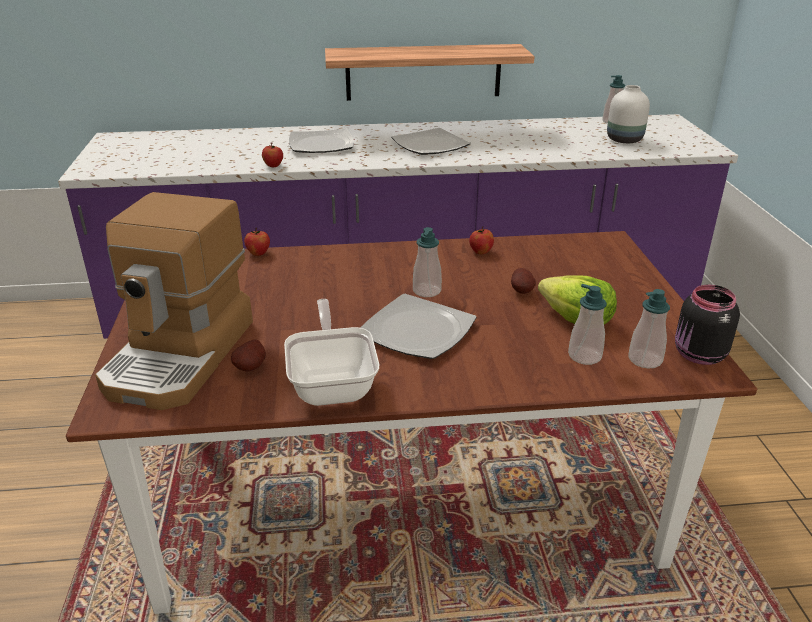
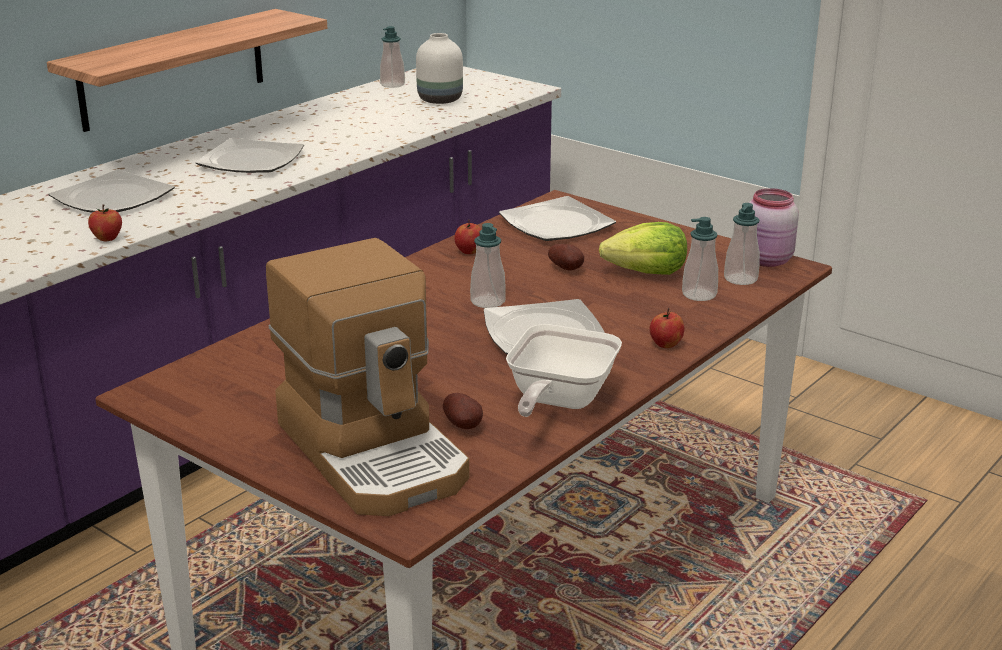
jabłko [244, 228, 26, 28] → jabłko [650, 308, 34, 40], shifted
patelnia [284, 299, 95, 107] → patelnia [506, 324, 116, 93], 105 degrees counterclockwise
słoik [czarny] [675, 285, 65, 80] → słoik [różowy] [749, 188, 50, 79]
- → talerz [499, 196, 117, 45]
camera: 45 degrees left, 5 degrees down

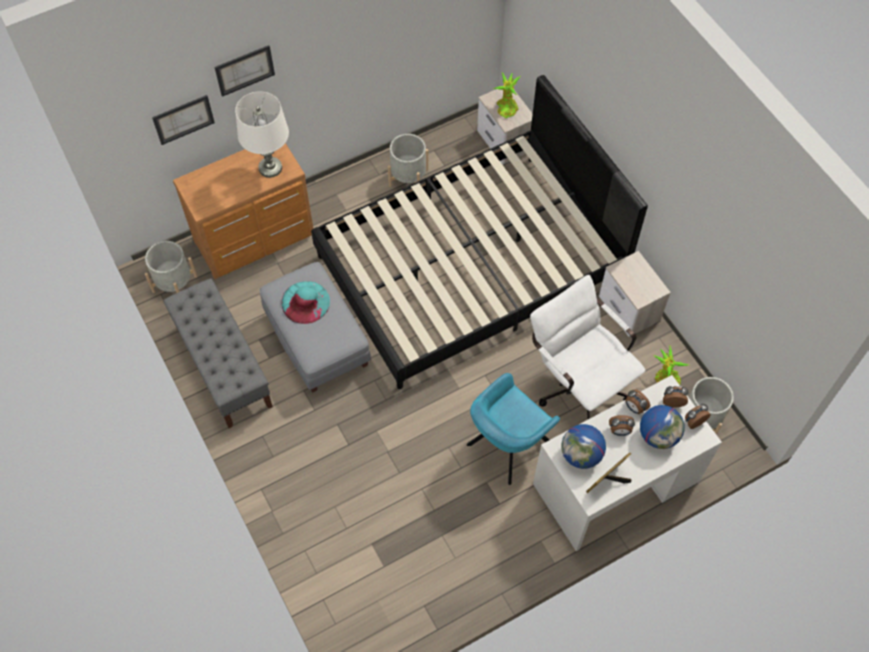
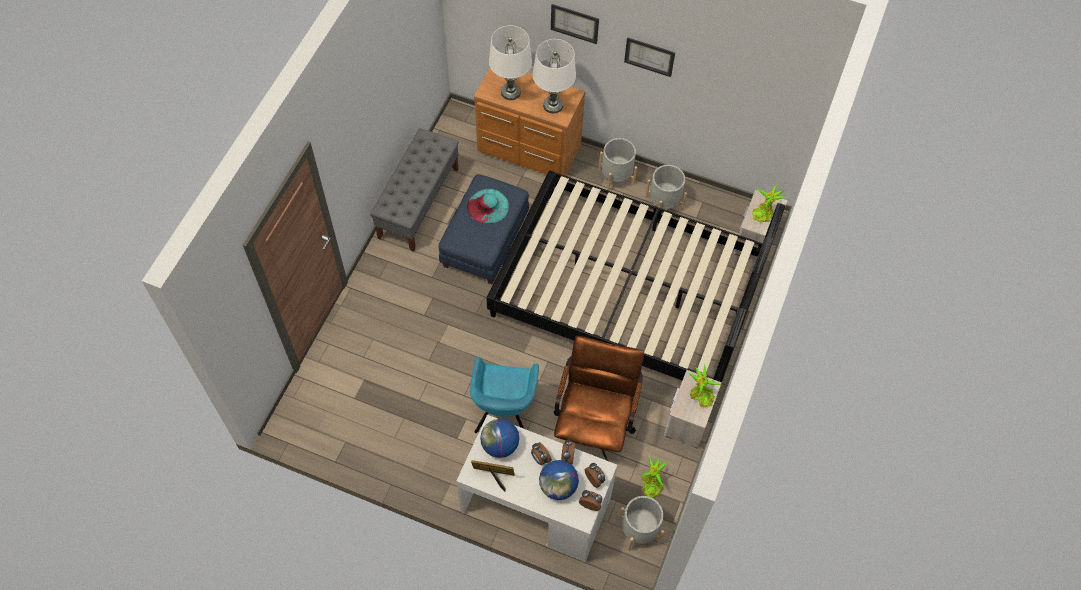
donica [szary] [145, 241, 53, 52] → donica [szary] [598, 138, 39, 53], shifted
obraz [152, 95, 63, 50] → obraz [624, 37, 51, 40], shifted
pufa [szary] [259, 262, 112, 131] → pufa [niebieski] [439, 174, 90, 110]
fotel [turkusowy] [467, 373, 93, 112] → fotel [turkusowy] [470, 357, 69, 76], 90 degrees counterclockwise
krzesło biurowe [biały] [530, 275, 115, 144] → krzesło biurowe [brązowy] [554, 336, 90, 125]
- → lampa stołowa [biały] [489, 25, 43, 75]
- → roślina doniczkowa [688, 364, 34, 43]
camera: 50 degrees right, 0 degrees up

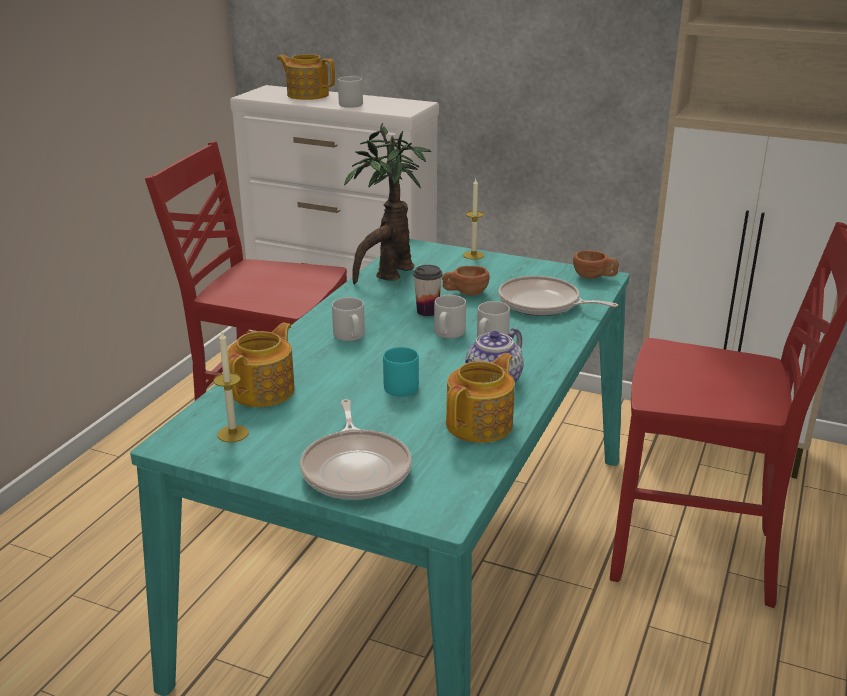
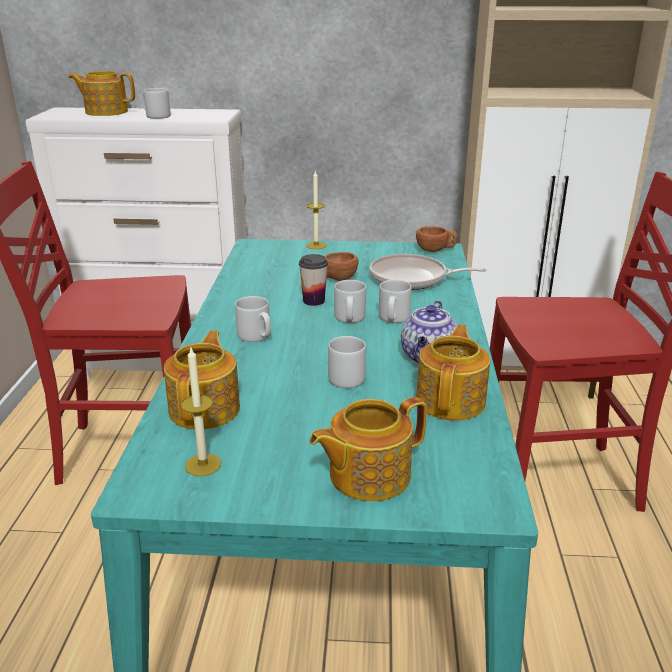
patelnia [300, 399, 112, 101] → imbryk [309, 397, 118, 104]
roślina doniczkowa [344, 123, 87, 161] → -
kubek [turkusowy] [383, 347, 36, 49] → kubek [szary] [328, 336, 38, 52]
camera: 20 degrees left, 0 degrees up

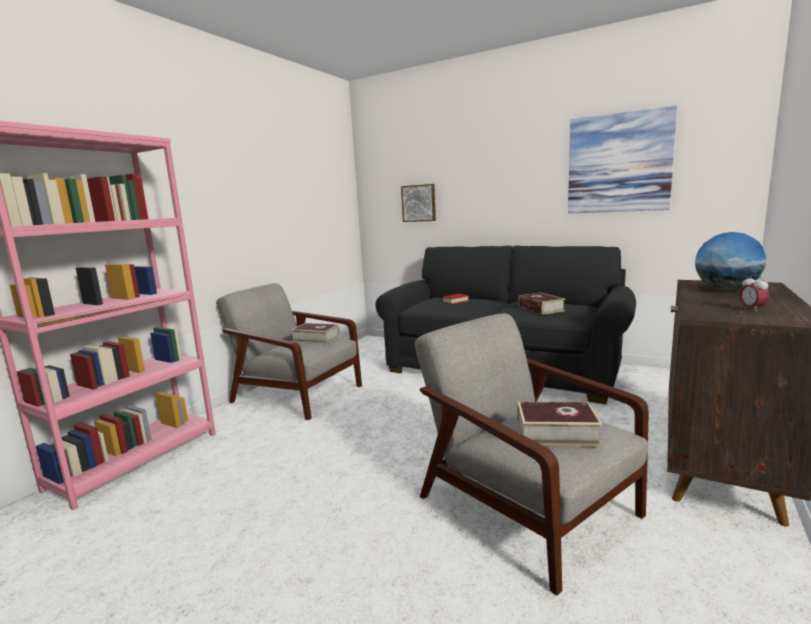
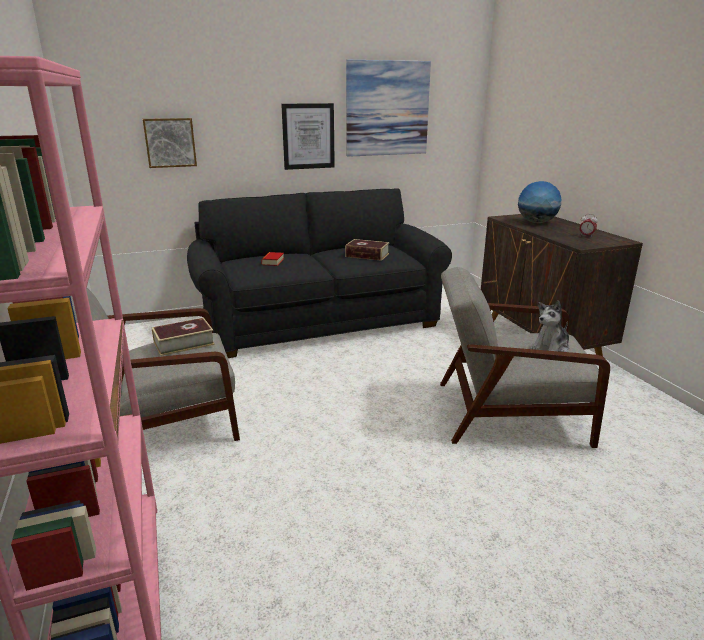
książka [517, 402, 85, 44] → pluszak [531, 301, 38, 51]
- → obraz [281, 103, 54, 67]
camera: 50 degrees left, 10 degrees up

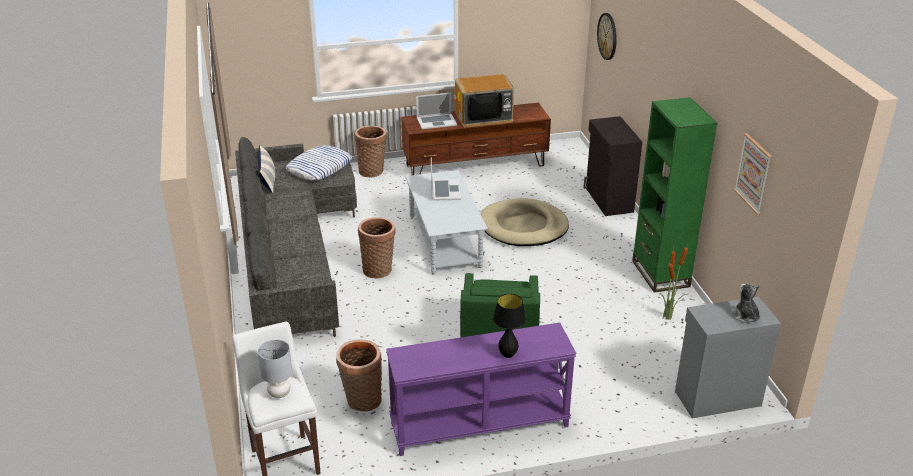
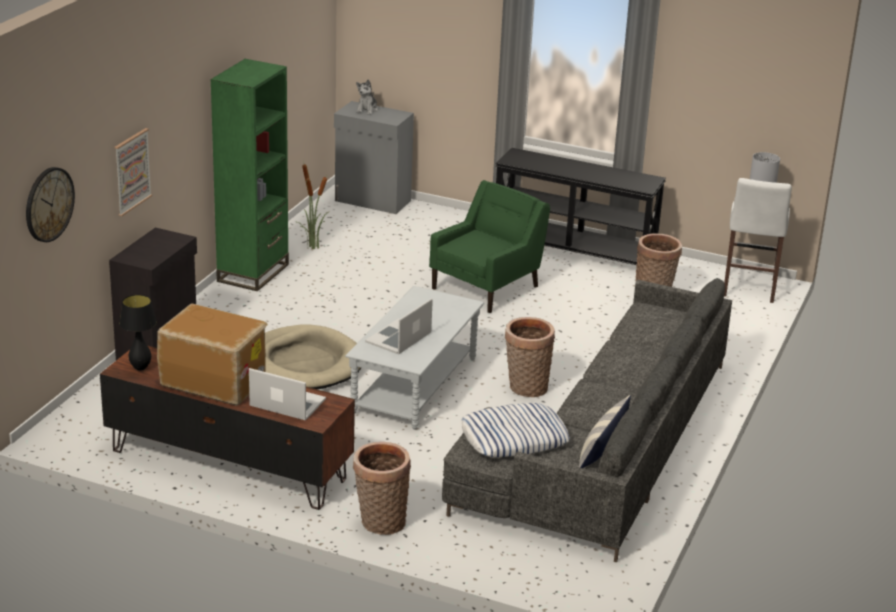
stolik konsolowy [fioletowy] [386, 323, 191, 133] → stolik konsolowy [czarny] [496, 148, 170, 117]
lampa stołowa [czarny] [493, 294, 33, 64] → lampa stołowa [czarny] [119, 295, 38, 76], shifted
obraz [734, 133, 38, 81] → obraz [114, 128, 38, 88], shifted
camera: 145 degrees left, 5 degrees down

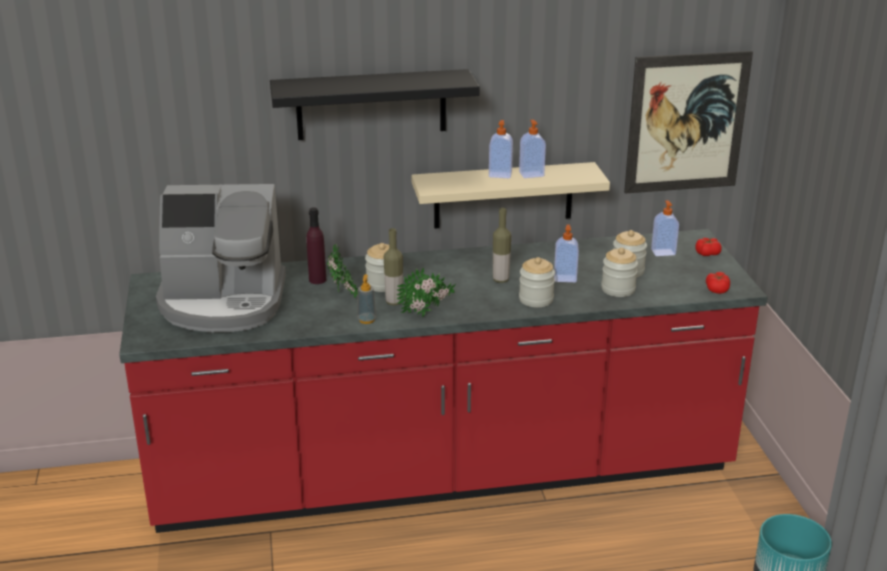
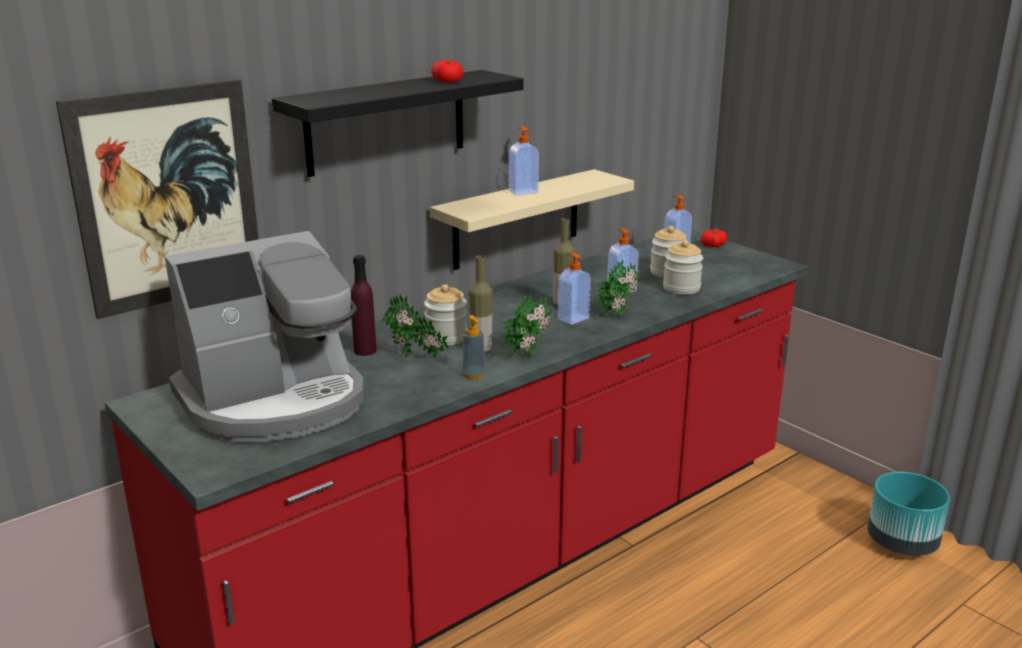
dozownik mydła [519, 120, 27, 58] → dozownik mydła [558, 253, 33, 72], shifted
słoik [519, 257, 36, 50] → roślina doniczkowa [596, 260, 42, 57]
obraz [624, 51, 129, 143] → obraz [56, 79, 203, 240], shifted
pomidor [706, 272, 24, 22] → pomidor [431, 59, 32, 23], shifted
camera: 30 degrees left, 5 degrees down

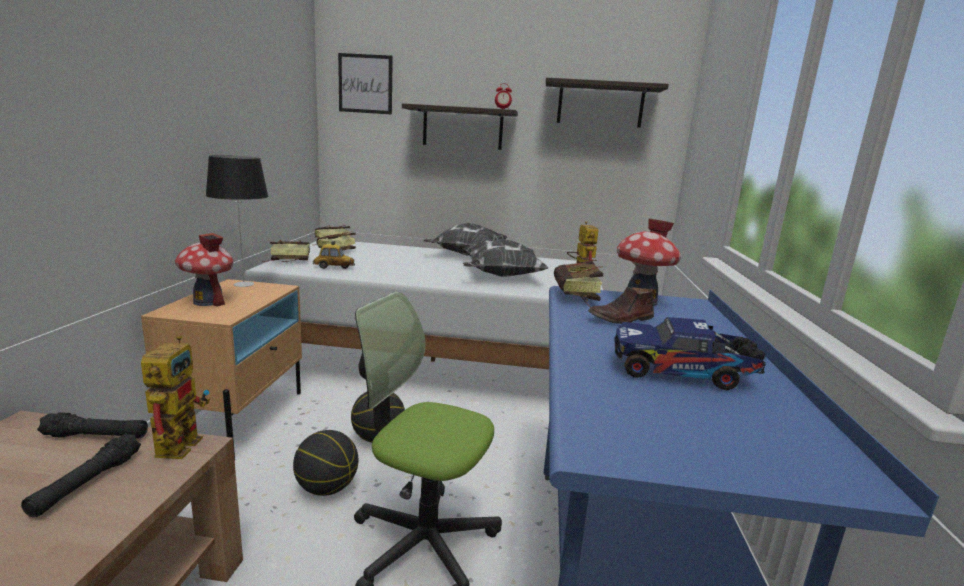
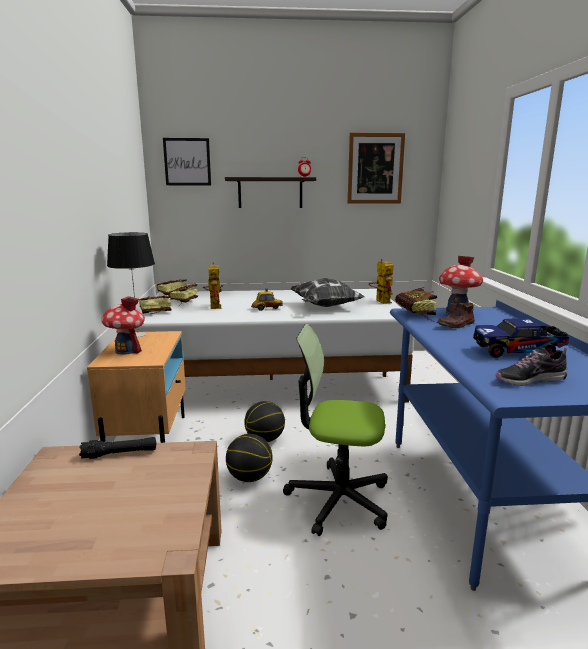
latarka [czarny] [21, 433, 120, 85] → -
robot zabawkowy [141, 335, 69, 124] → robot zabawkowy [203, 262, 20, 47], shifted
samochodzik [313, 240, 42, 29] → samochodzik [251, 288, 32, 23], shifted
poduszka [423, 223, 85, 33] → -
półka [546, 78, 123, 50] → obraz [348, 133, 57, 71]
- → but [495, 347, 72, 39]
camera: 10 degrees left, 0 degrees up

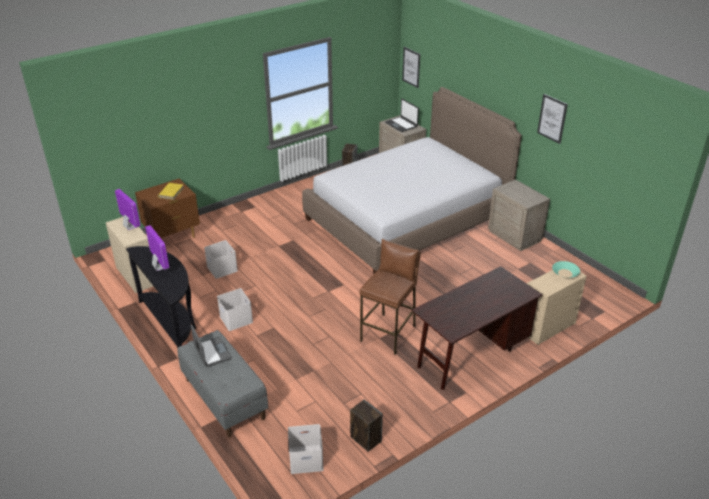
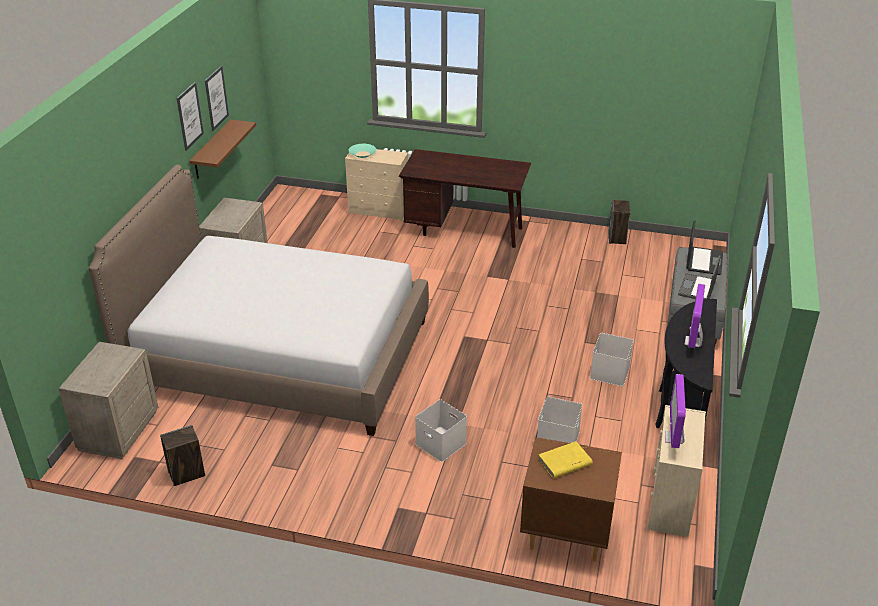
pojemnik do przechowywania [biały] [288, 424, 36, 50] → pojemnik do przechowywania [biały] [415, 399, 52, 63], shifted
stołek [brązowy] [359, 239, 62, 116] → -
laptop [385, 99, 34, 33] → laptop [686, 220, 37, 55], shifted
obraz [402, 47, 18, 41] → obraz [205, 66, 24, 65], shifted
- → półka [brązowy] [190, 119, 66, 60]
camera: 130 degrees left, 0 degrees up

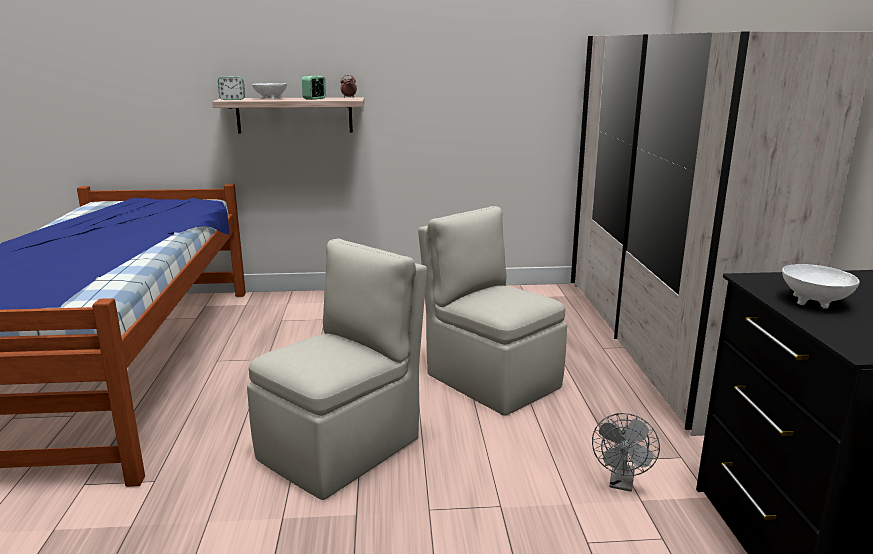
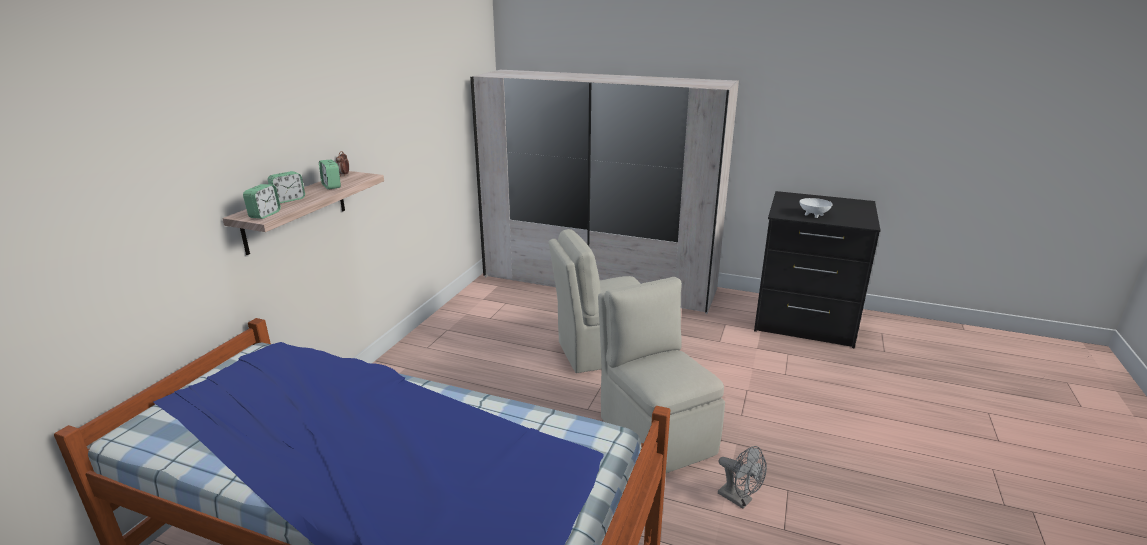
miska [biały] [252, 83, 35, 16] → budzik [268, 171, 37, 32]
wentylator [szary] [592, 413, 68, 79] → wentylator [szary] [718, 446, 49, 63], shifted
camera: 65 degrees left, 5 degrees up

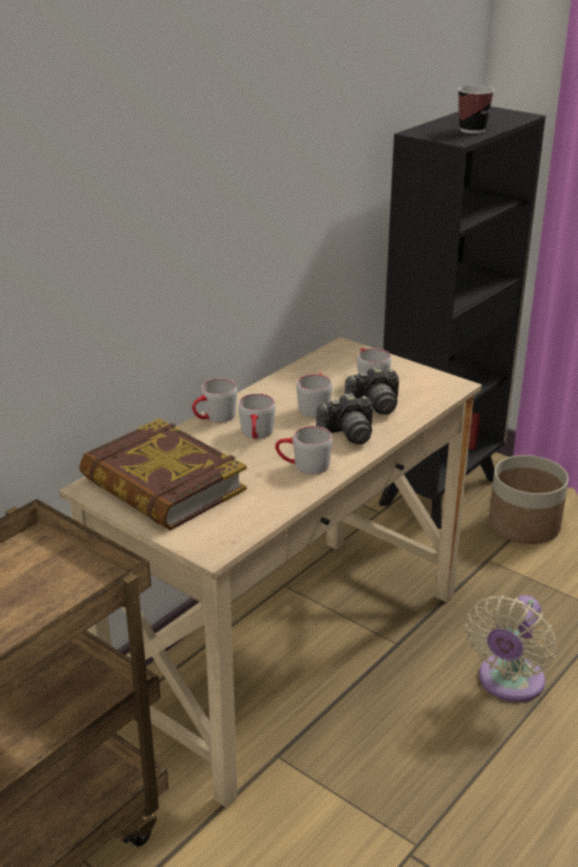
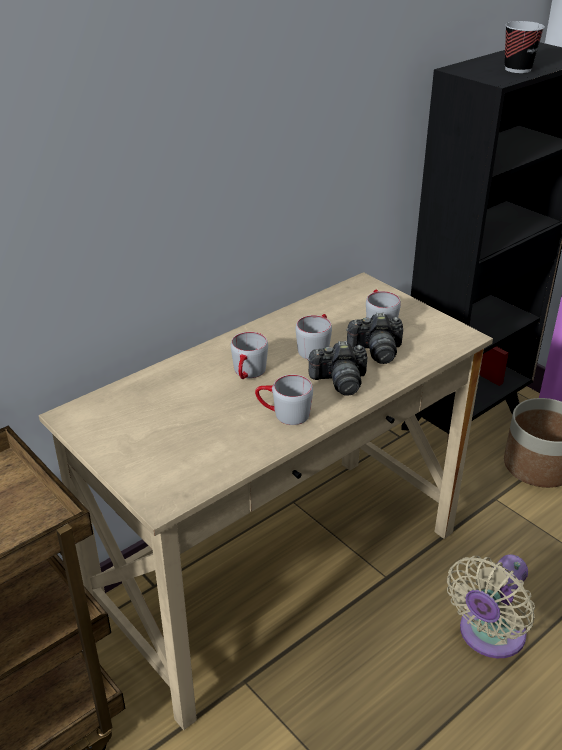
książka [79, 418, 168, 112] → -
kubek [szary] [192, 378, 45, 45] → -
camera: 10 degrees right, 5 degrees up

